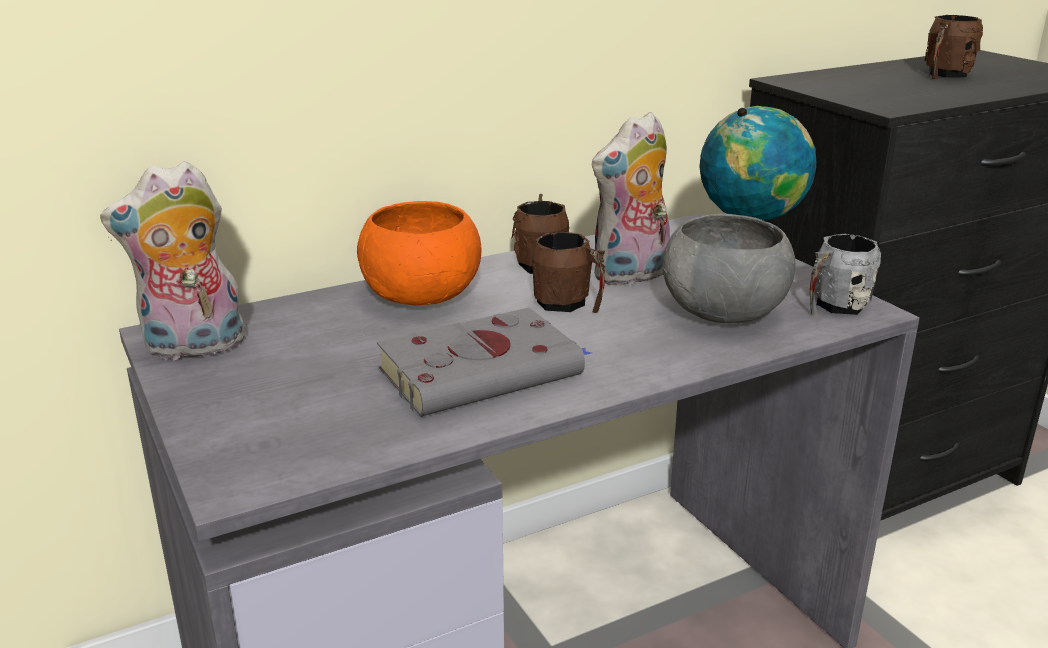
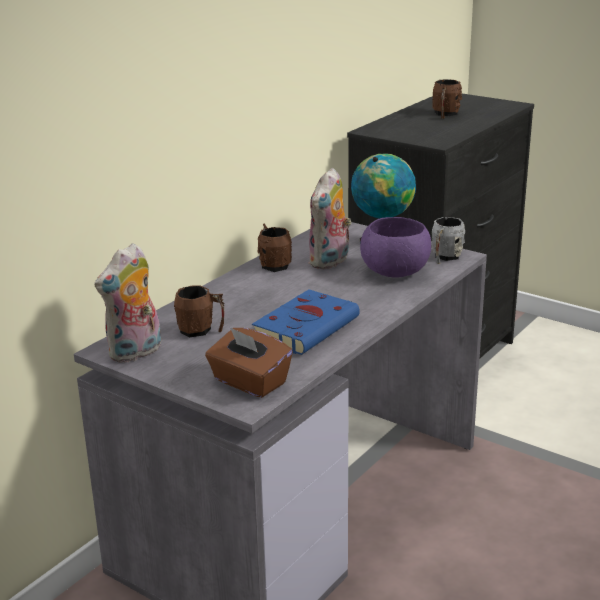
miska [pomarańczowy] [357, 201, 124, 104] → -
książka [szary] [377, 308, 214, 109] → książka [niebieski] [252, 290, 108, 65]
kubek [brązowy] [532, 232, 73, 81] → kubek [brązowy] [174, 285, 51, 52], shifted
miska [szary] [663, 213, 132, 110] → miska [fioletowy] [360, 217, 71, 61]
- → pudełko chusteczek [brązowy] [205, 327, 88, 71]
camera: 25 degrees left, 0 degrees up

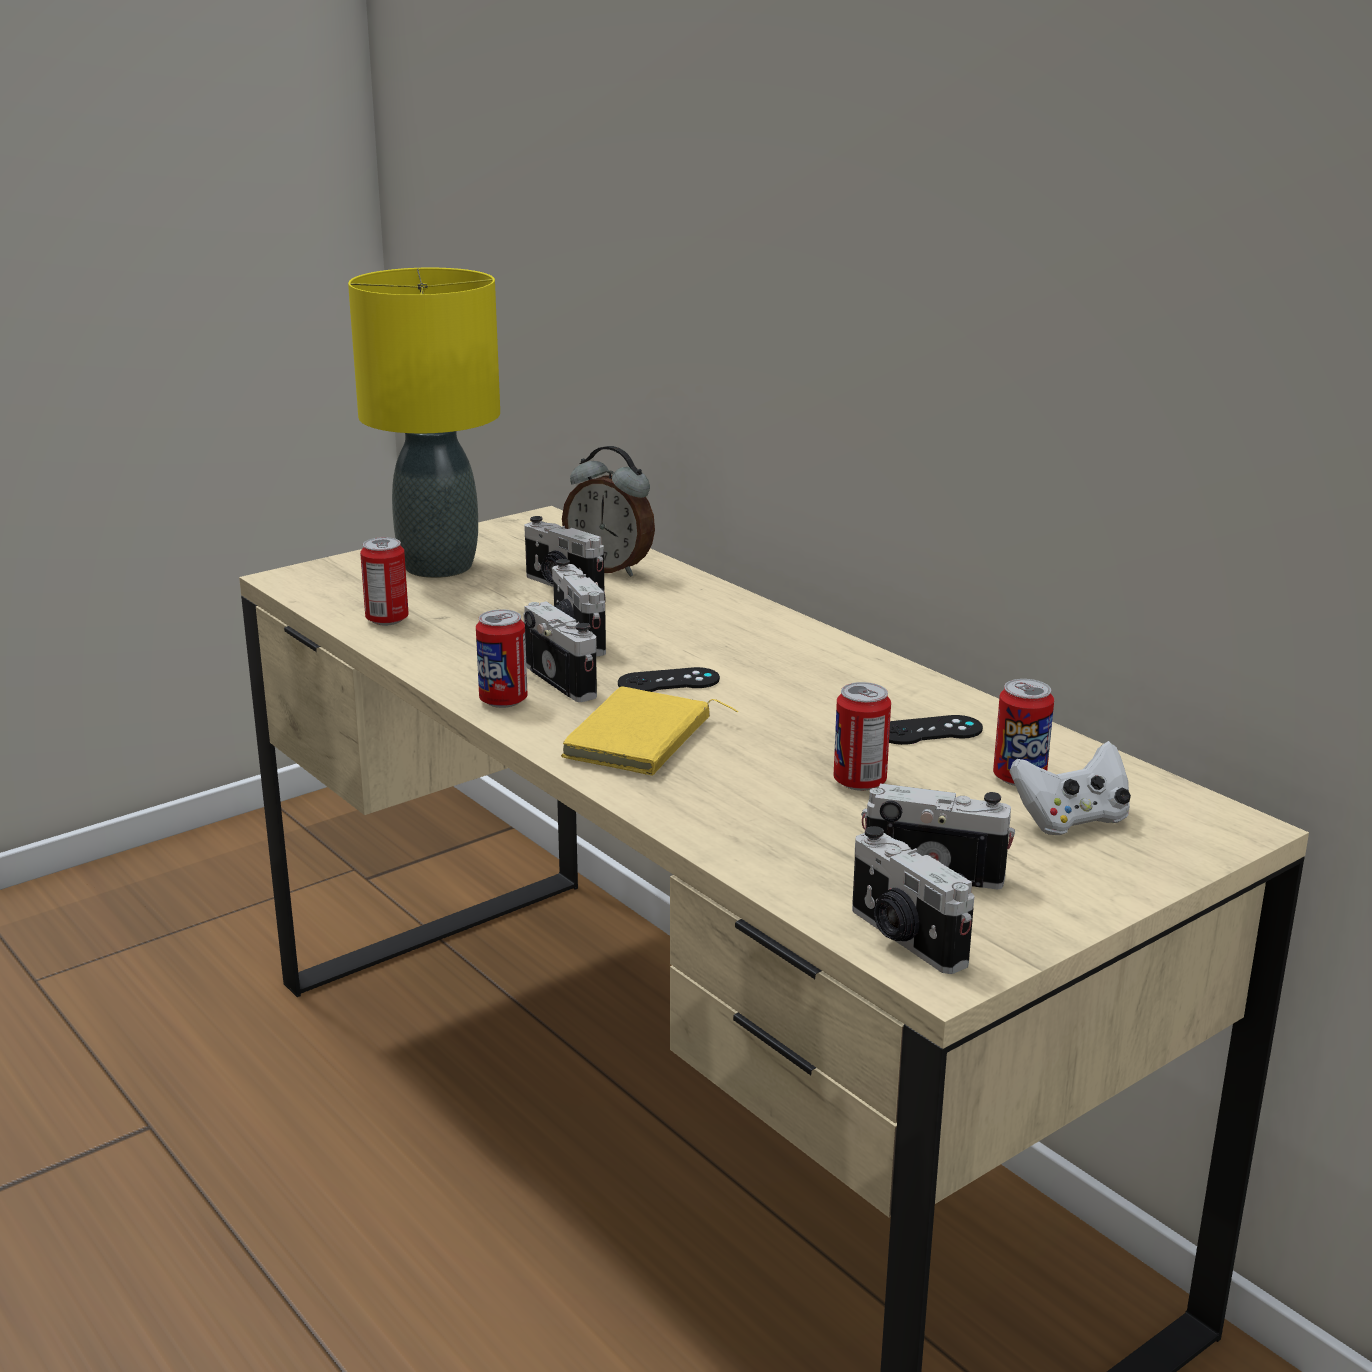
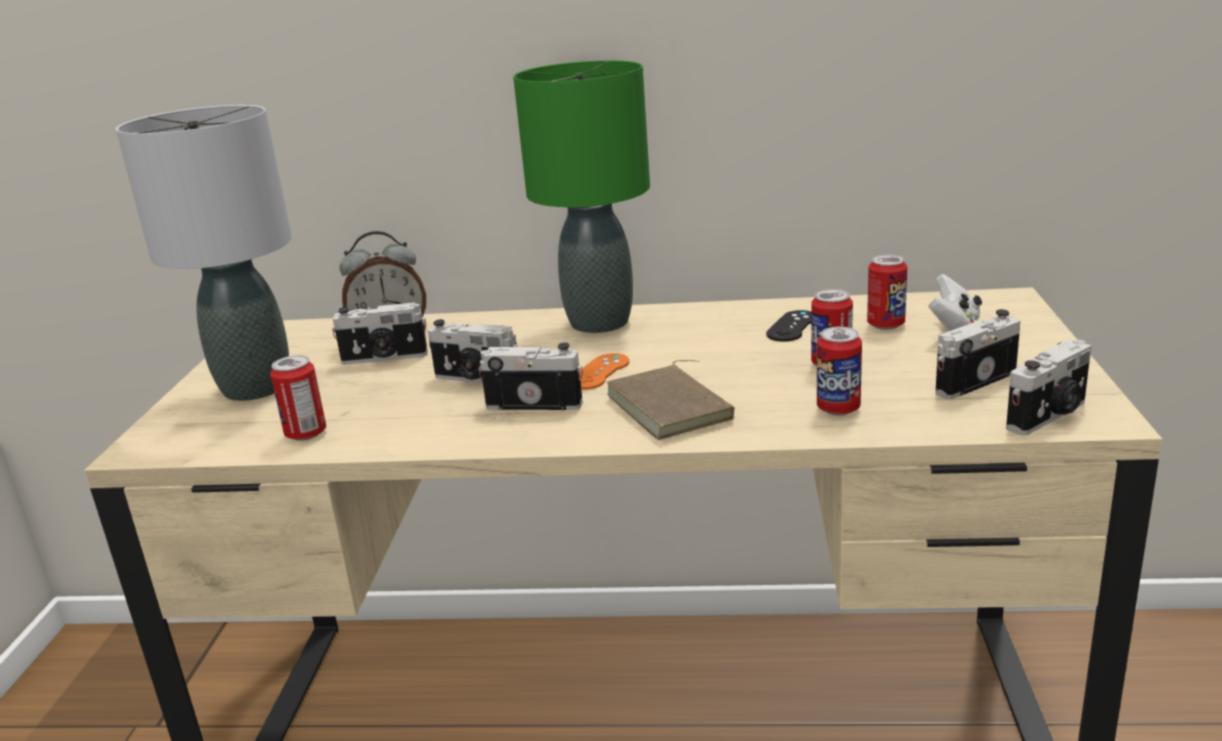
lampa stołowa [żółty] [348, 268, 152, 310] → lampa stołowa [szary] [116, 105, 176, 296]
puszka [476, 609, 52, 99] → puszka [817, 327, 45, 88], shifted
książka [żółty] [561, 686, 178, 89] → książka [brązowy] [606, 360, 129, 80]
pad do gier [czarny] [618, 667, 102, 25] → pad do gier [pomarańczowy] [580, 354, 49, 36]
aparat fotograficzny [852, 826, 122, 148] → aparat fotograficzny [1006, 339, 86, 96], 45 degrees counterclockwise
- → lampa stołowa [zielony] [513, 60, 137, 273]
camera: 45 degrees left, 0 degrees up

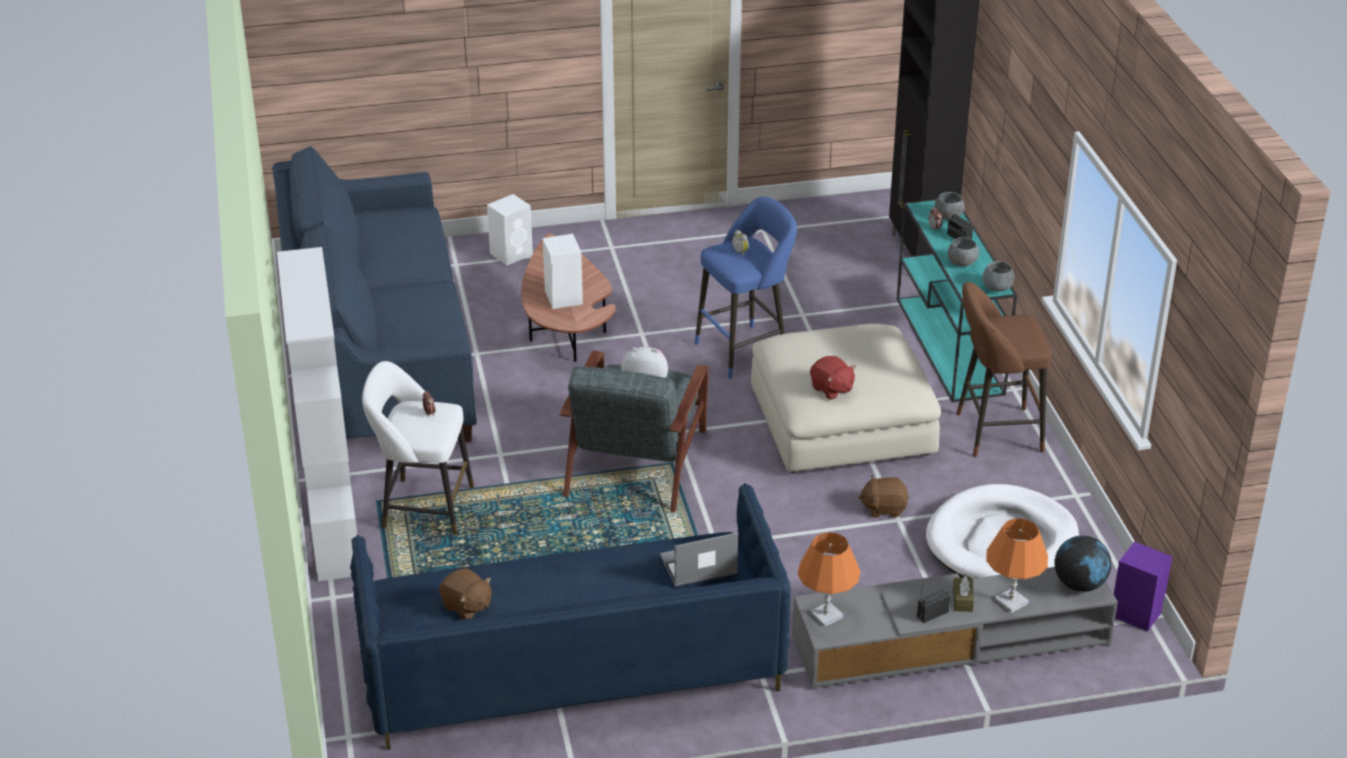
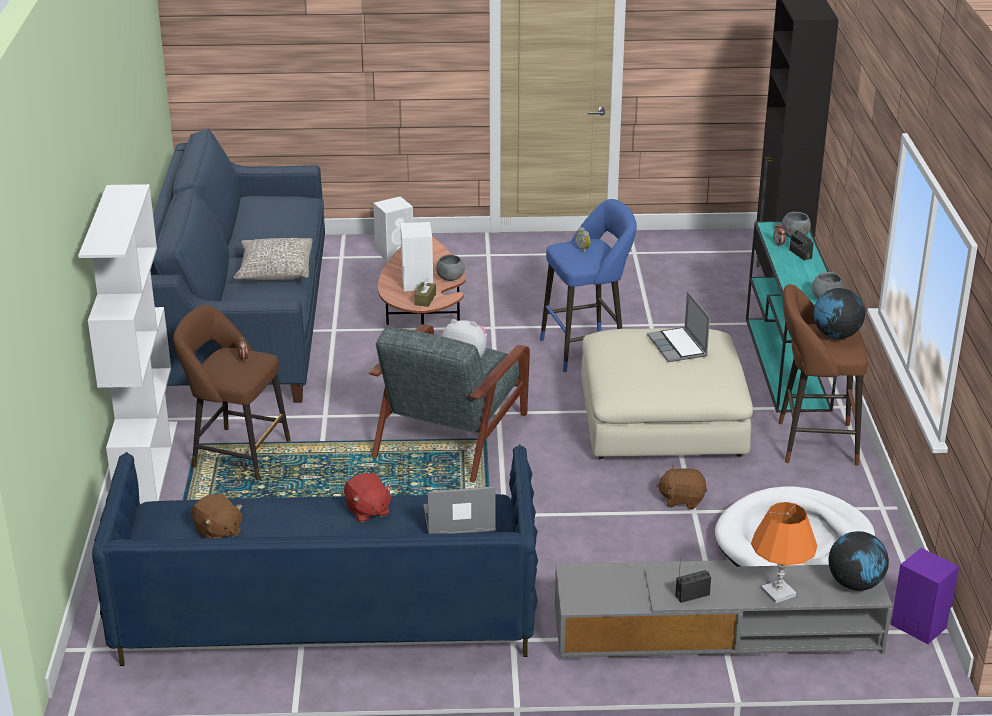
stołek [biały] [362, 361, 112, 174] → stołek [brązowy] [173, 305, 118, 175]
lampa stołowa [pomarańczowy] [797, 532, 63, 95] → -
pluszak [czerwony] [810, 356, 46, 44] → pluszak [czerwony] [344, 473, 49, 49], shifted
miska [szary] [948, 237, 31, 30] → miska [szary] [436, 254, 29, 27], shifted
pudełko chusteczek [brązowy] [953, 576, 21, 36] → pudełko chusteczek [brązowy] [414, 279, 22, 28], shifted
- → poduszka [szary] [234, 238, 78, 42]
- → laptop [647, 291, 63, 71]
- → globus [813, 288, 52, 51]
camera: 10 degrees right, 5 degrees down

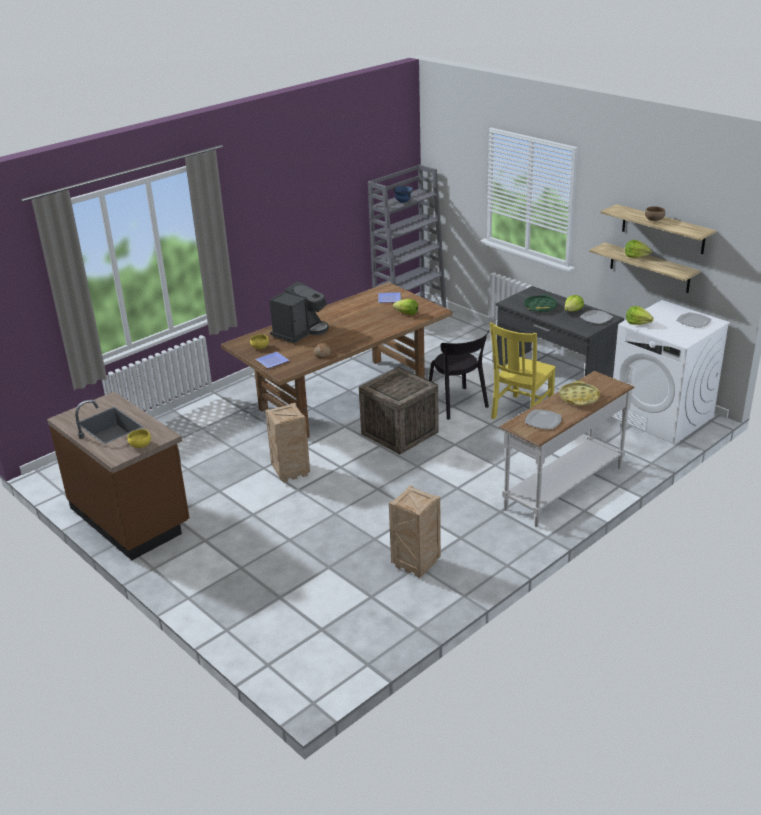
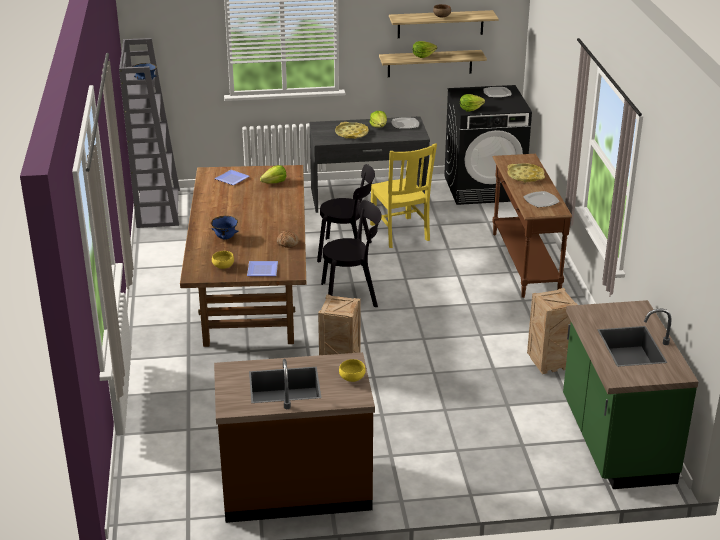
ekspres do kawy [269, 281, 60, 63] → miska [niebieski] [211, 216, 27, 23]
skrzynka [359, 367, 80, 87] → krzesło [czarny] [321, 200, 61, 107]
stolik konsolowy [biały] [499, 371, 136, 156] → stolik konsolowy [brązowy] [493, 154, 79, 144]
taca [zielony] [524, 295, 33, 17] → taca [żółty] [335, 122, 34, 17]
pralka [biały] [611, 300, 119, 145] → pralka [czarny] [444, 85, 88, 120]
- → zabudowa kuchenna [zielony] [563, 300, 136, 189]
camera: 55 degrees left, 0 degrees up

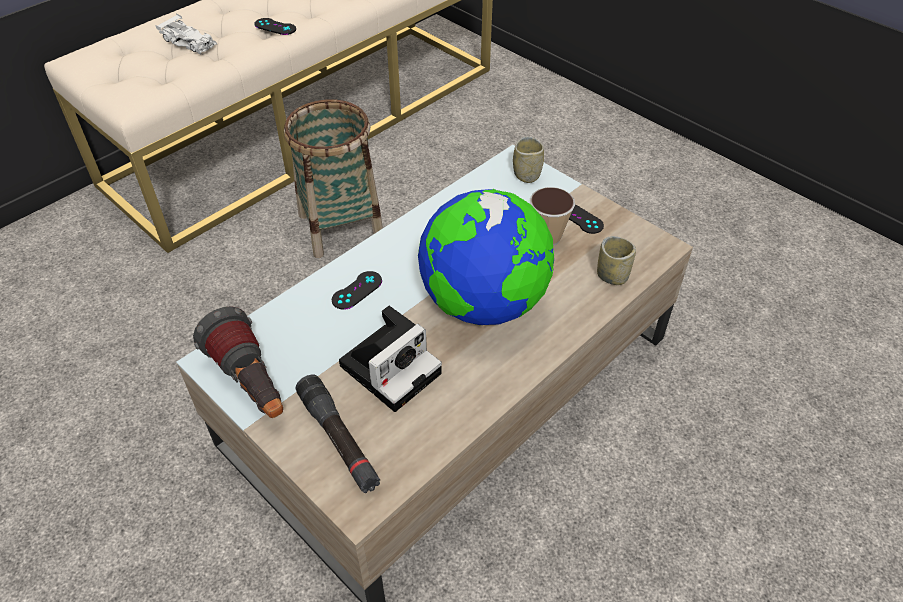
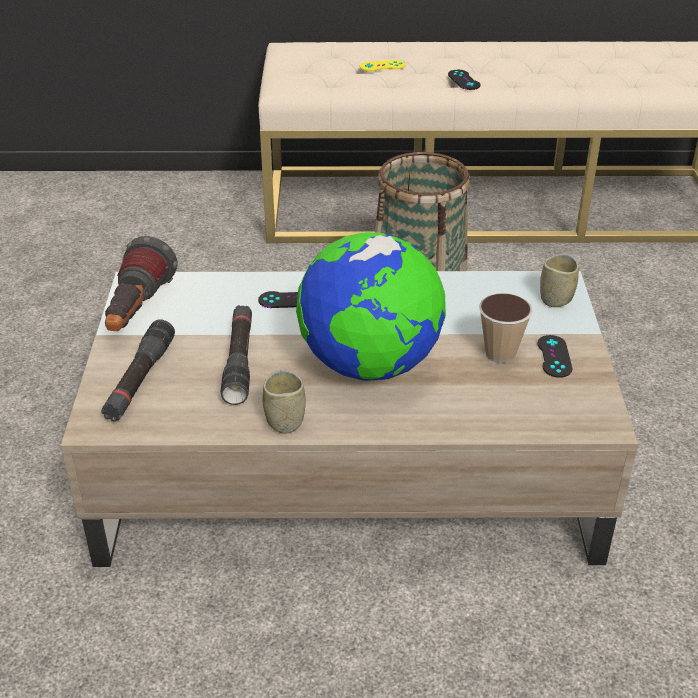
samochodzik [biały] [155, 14, 62, 40] → pad do gier [żółty] [360, 60, 46, 11]
aparat fotograficzny [339, 306, 103, 106] → latarka [czarny] [221, 305, 31, 100]
filiżanka [597, 236, 39, 49] → filiżanka [263, 370, 43, 63], shifted
camera: 45 degrees right, 10 degrees down

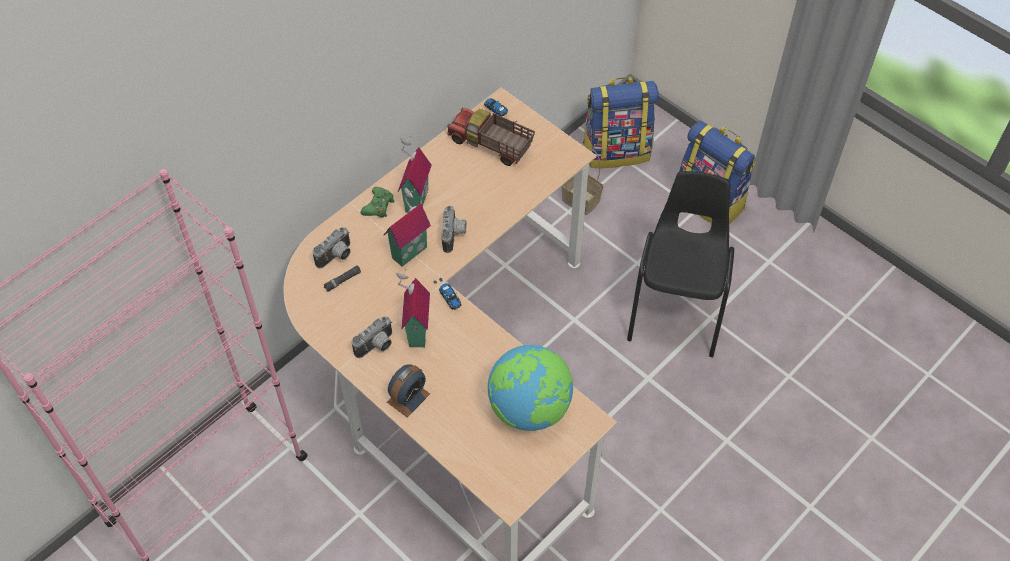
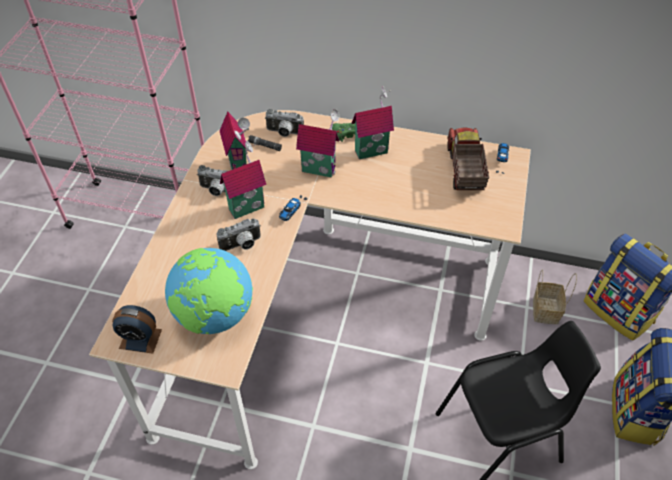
budzik [387, 365, 43, 53] → budzik [112, 305, 50, 49], shifted
aparat fotograficzny [441, 206, 26, 47] → aparat fotograficzny [216, 218, 45, 33], shifted
- → domek [220, 111, 30, 59]
camera: 60 degrees right, 5 degrees down

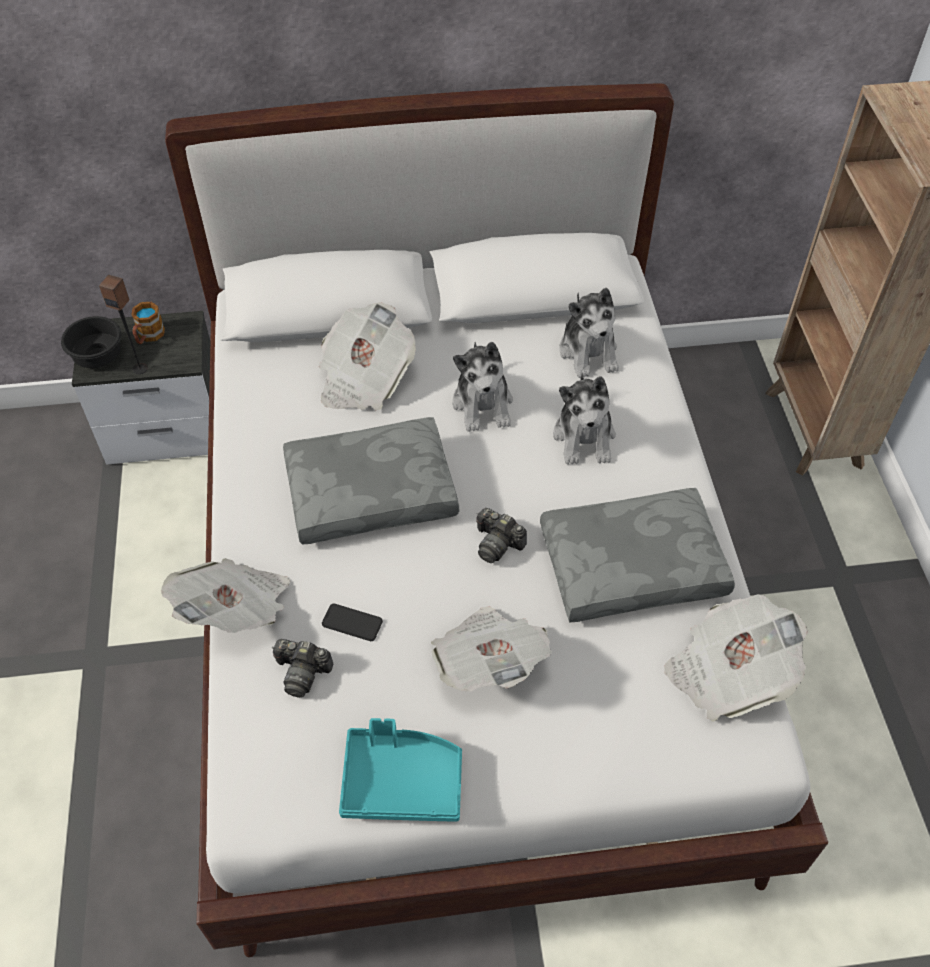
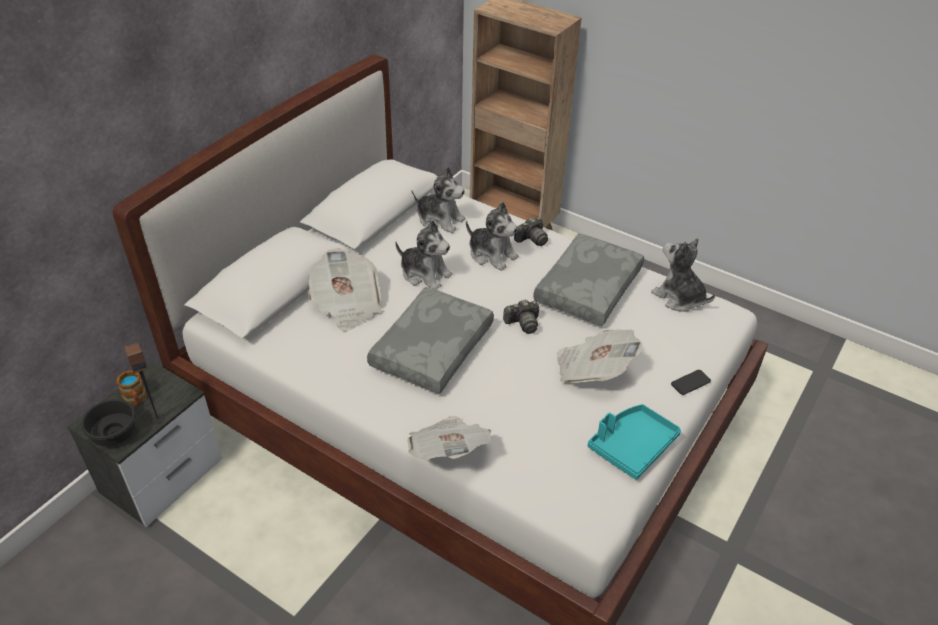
aparat fotograficzny [272, 639, 62, 59] → aparat fotograficzny [514, 217, 34, 29], shifted
telefon [322, 603, 61, 38] → telefon [671, 370, 40, 25], shifted
gazeta [665, 595, 143, 127] → pluszak [651, 238, 65, 74]
camera: 50 degrees left, 10 degrees down

